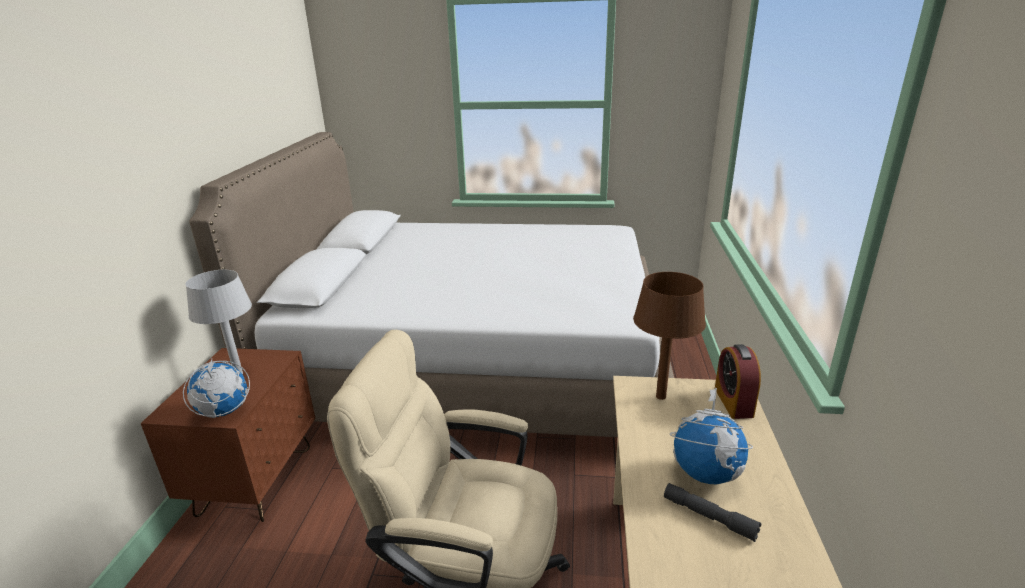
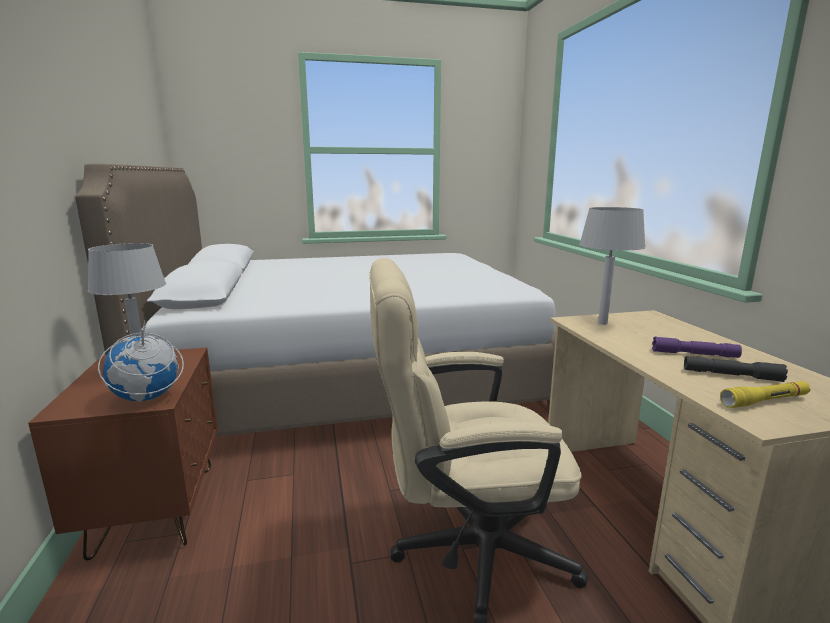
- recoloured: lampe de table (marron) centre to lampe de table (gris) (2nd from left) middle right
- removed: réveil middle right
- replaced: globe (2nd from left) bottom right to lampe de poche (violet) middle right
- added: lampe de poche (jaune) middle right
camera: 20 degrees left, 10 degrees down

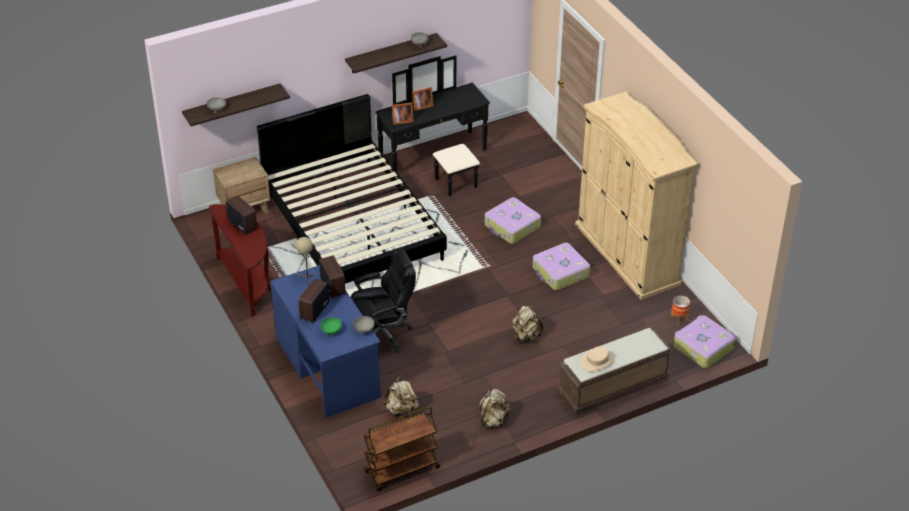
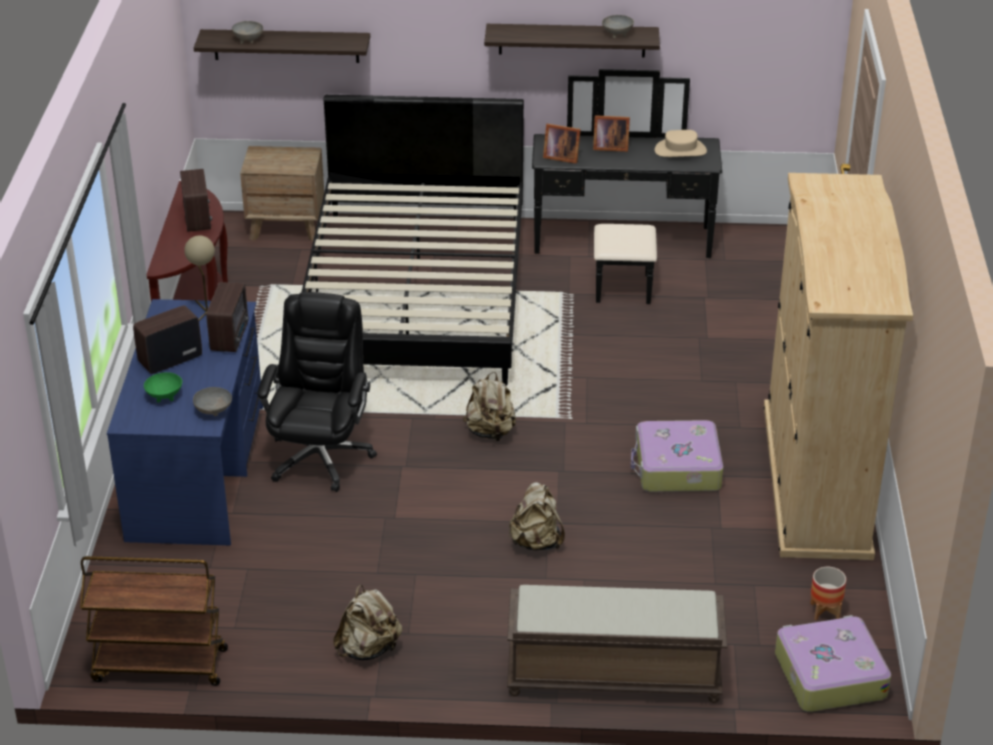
- removed: valise (1st from left) centre
- turned: chaise de bureau (noir) centre = middle left 90 degrees counterclockwise
- moved: chapeau (beige) bottom centre to top right
- moved: sac à dos (beige) (1st from left in the first image) bottom centre to sac à dos (beige) (2nd from left) centre
camera: 30 degrees right, 5 degrees down

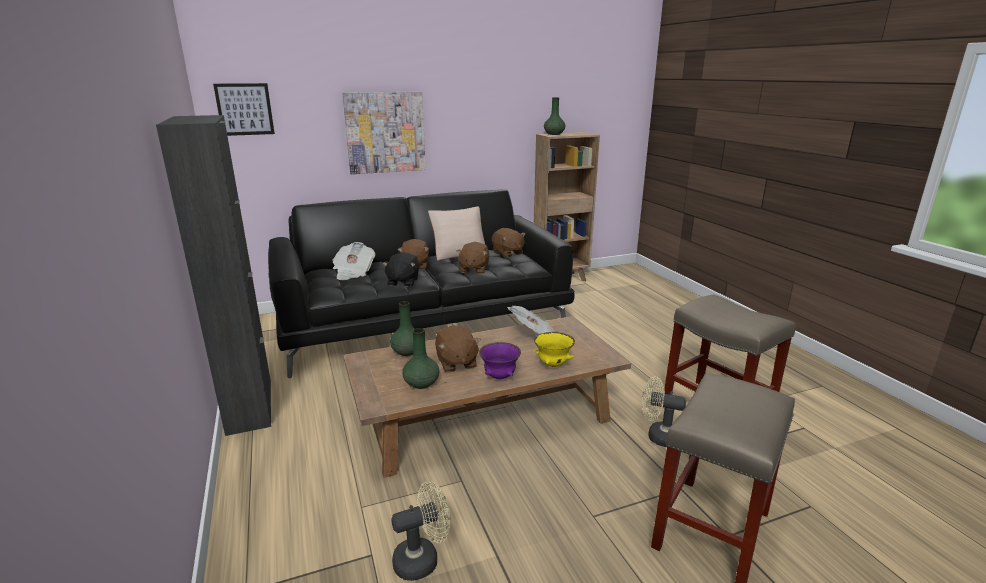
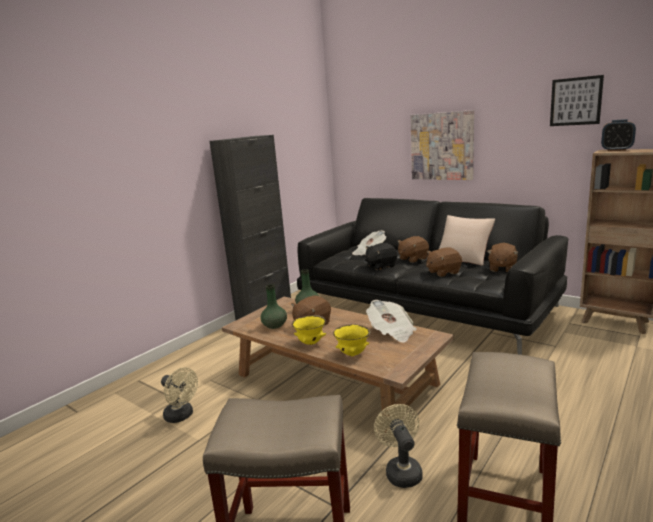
- moved: tableau (1st from left in the first image) top left to tableau (2nd from left) top right
- replaced: vase (vert) (3rd from left) top centre to réveil top right
- recoloured: bol (violet) centre to bol (jaune) (1st from left) centre
camera: 60 degrees right, 5 degrees down

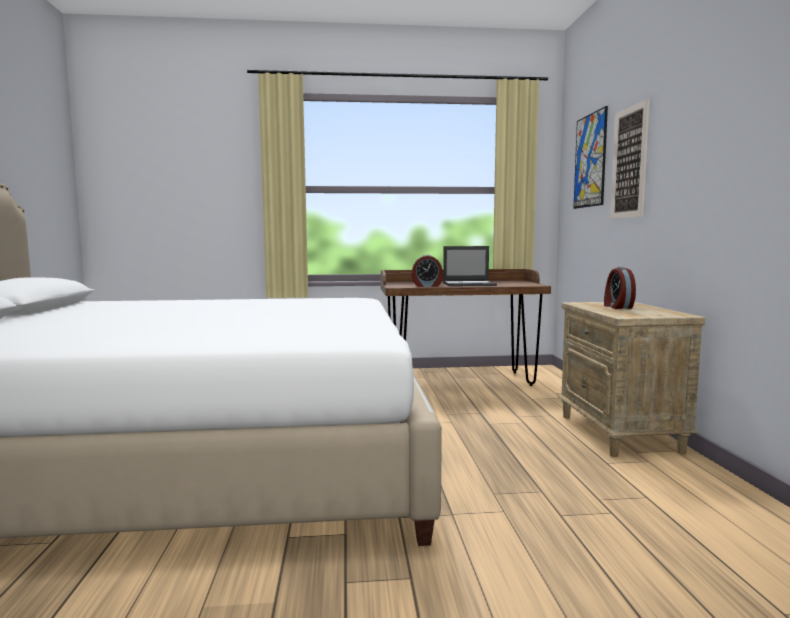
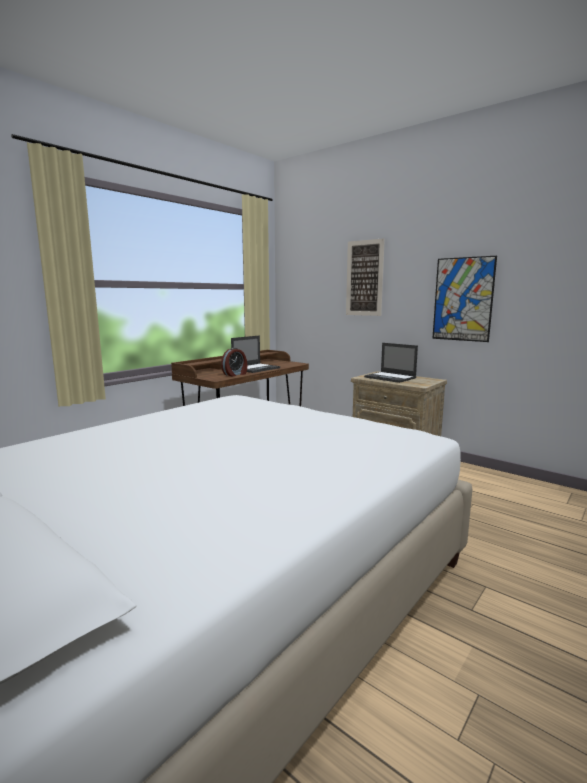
- moved: tableau (1st from left in the first image) top right to tableau (2nd from left) middle right
- replaced: réveil (2nd from left) middle right to ordinateur portable (2nd from left) centre
camera: 45 degrees left, 5 degrees up

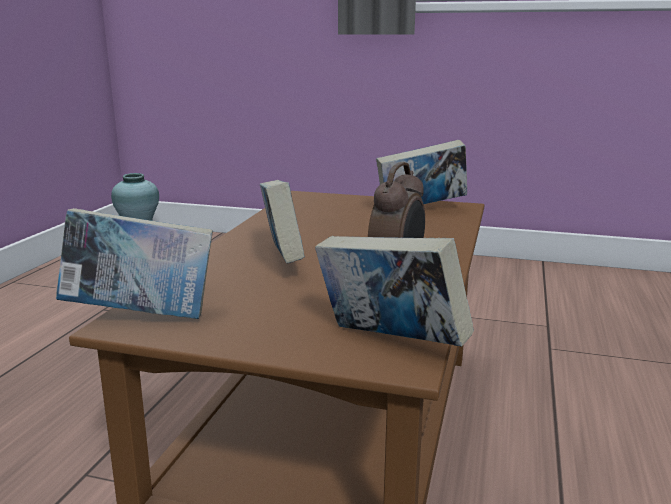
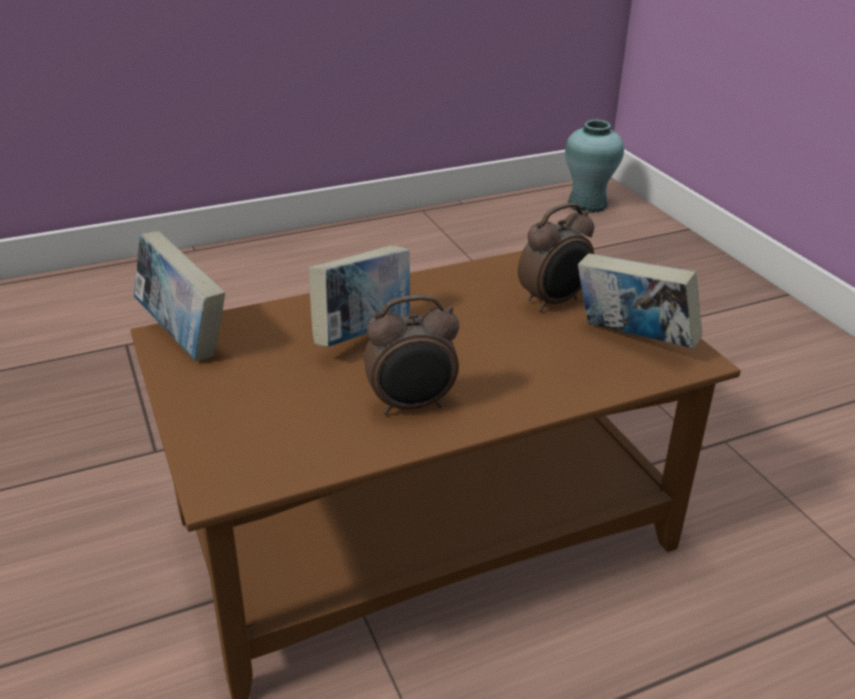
- removed: livre (3rd from left) centre
- added: réveil (2nd from left) centre
camera: 50 degrees right, 15 degrees up

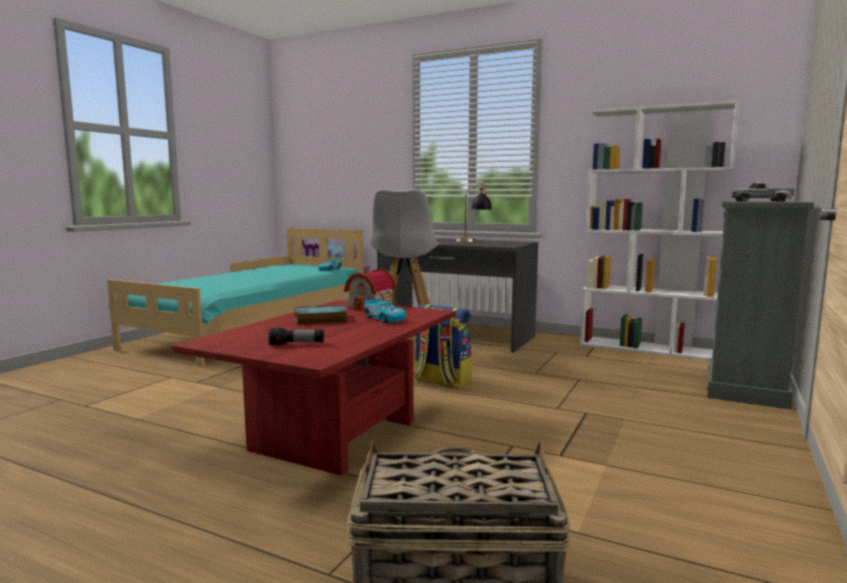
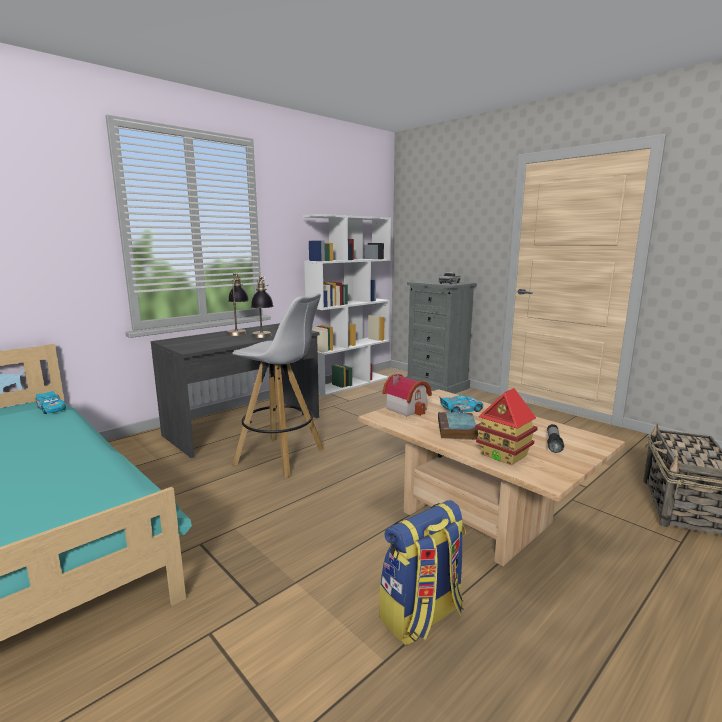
- recoloured: table basse (rouge) centre to table basse (beige) middle right
- moved: sac à dos centre to bottom centre
- added: lampe de table (2nd from left) centre
- added: maison miniature (2nd from left) middle right
camera: 70 degrees left, 5 degrees up

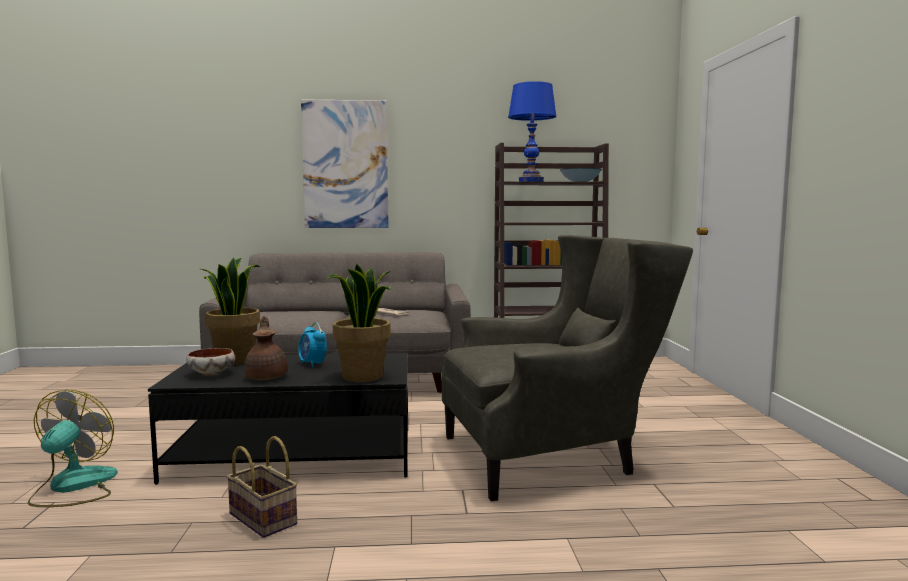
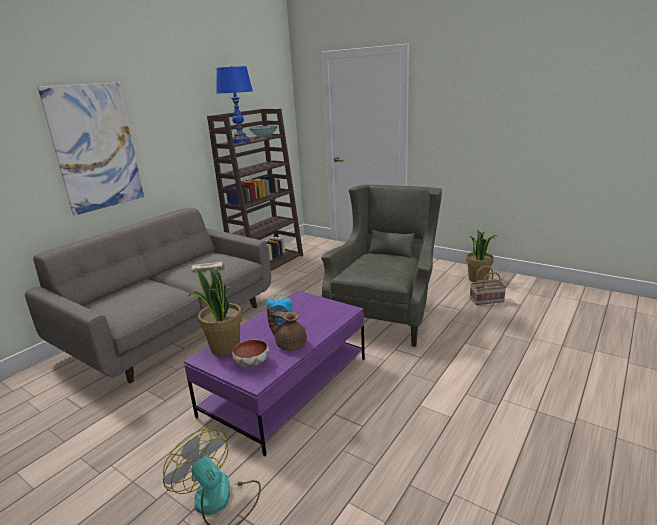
- moved: plante en pot (2nd from left) centre to middle right
- recoloured: table basse (noir) bottom left to table basse (violet) bottom centre
- moved: panier bottom left to middle right
camera: 50 degrees left, 15 degrees up

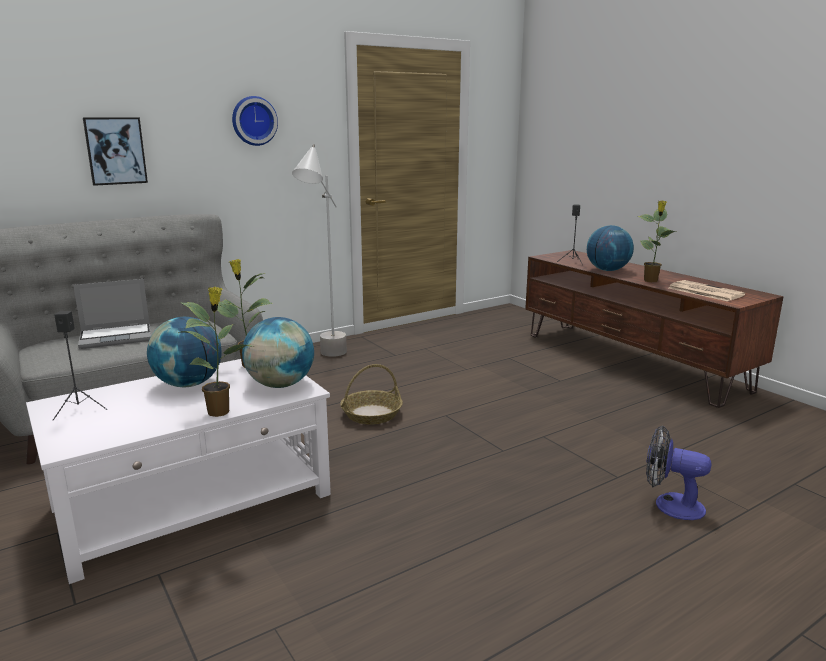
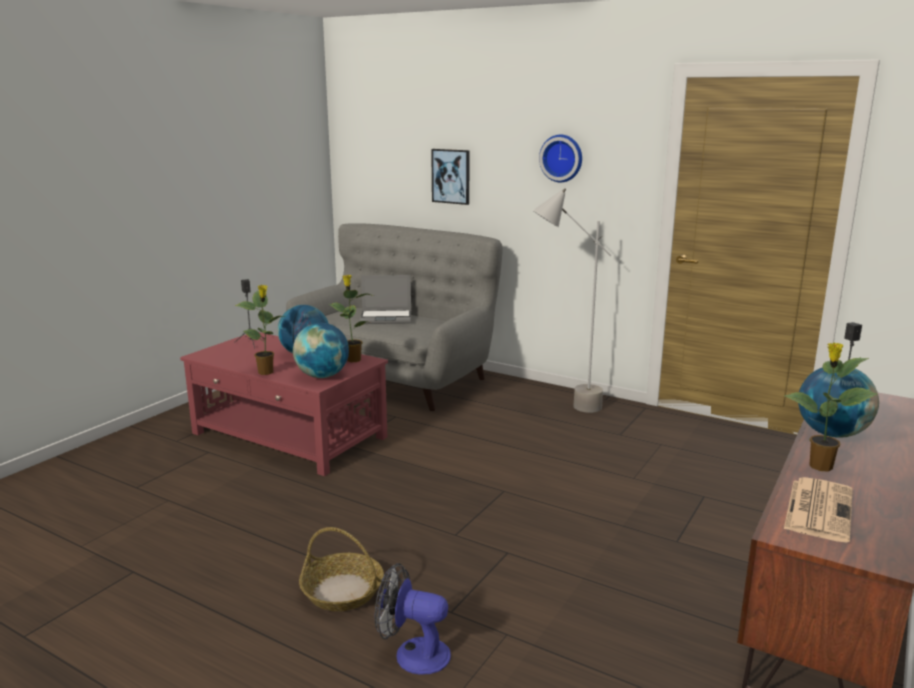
- turned: ordinateur portable middle left = centre 45 degrees counterclockwise
- recoloured: table basse (blanc) bottom left to table basse (rouge) middle left
- moved: panier centre to bottom centre
- turned: ventilateur bottom right = bottom centre 75 degrees counterclockwise
camera: 65 degrees right, 0 degrees up

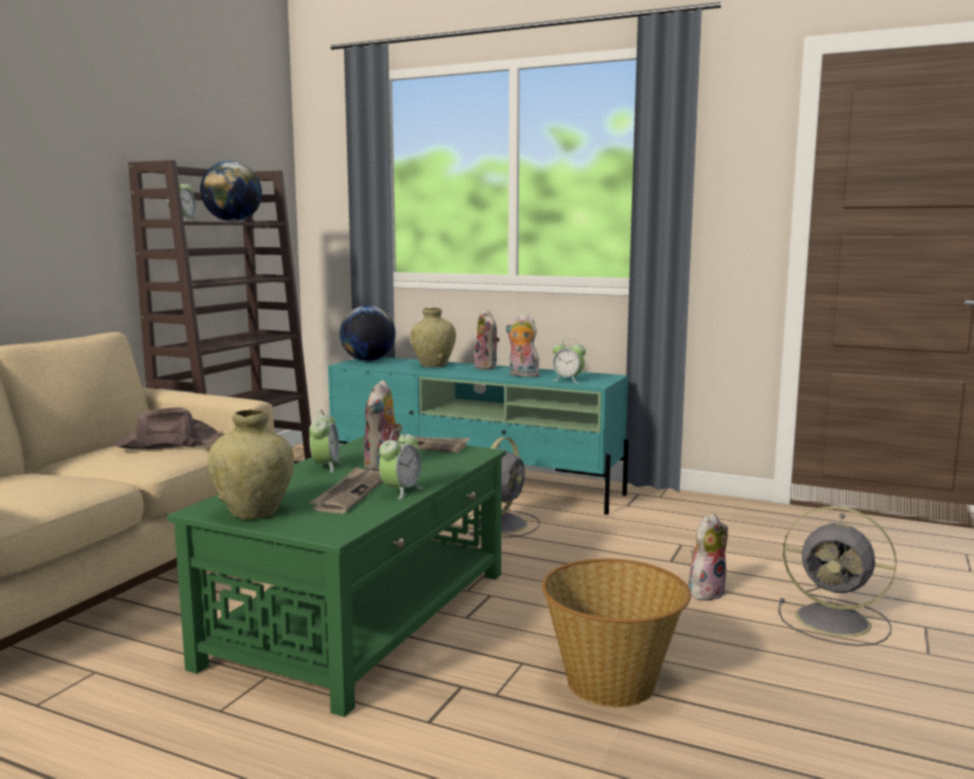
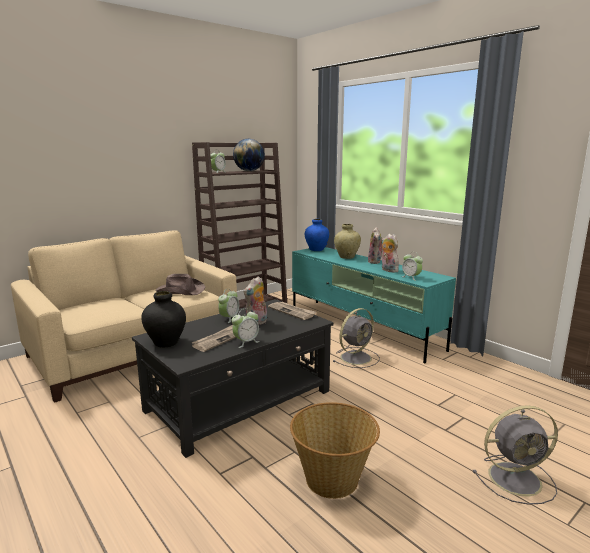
- replaced: globe (2nd from left) centre to vase (bleu) centre
- recoloured: vase (beige) (1st from left) middle left to vase (noir) middle left
- recoloured: table basse (vert) bottom centre to table basse (noir) bottom centre
- turned: ventilateur (gris) (2nd from left) bottom right = bottom right 60 degrees counterclockwise
- removed: peluche (4th from left) bottom right
camera: 25 degrees right, 5 degrees up

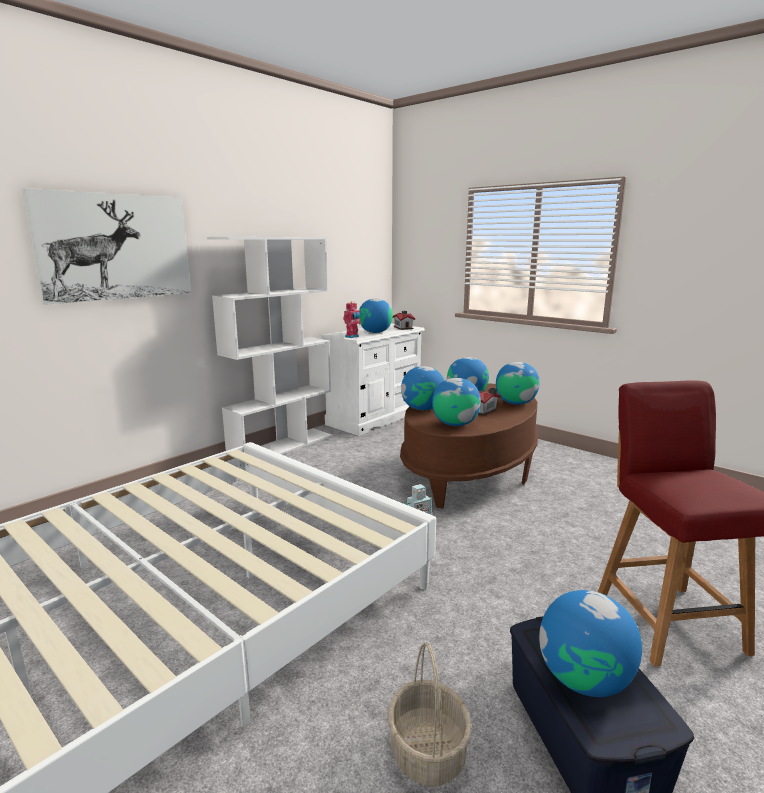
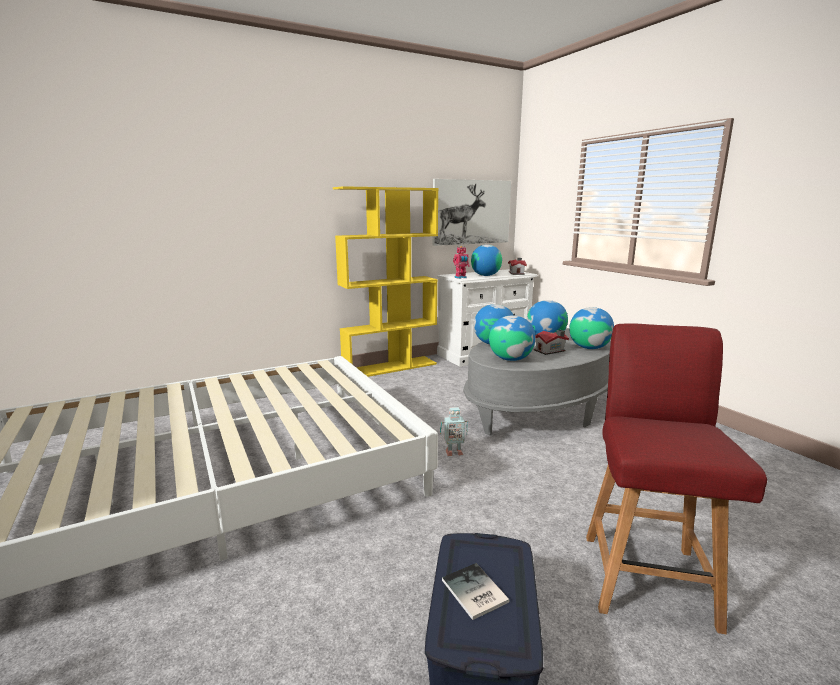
- moved: tableau top left to top centre
- recoloured: bibliothèque (blanc) centre to bibliothèque (jaune) centre
- recoloured: table basse (marron) centre to table basse (gris) centre
- replaced: globe (6th from left) bottom right to livre bottom centre
- removed: panier bottom centre
camera: 20 degrees right, 0 degrees up

